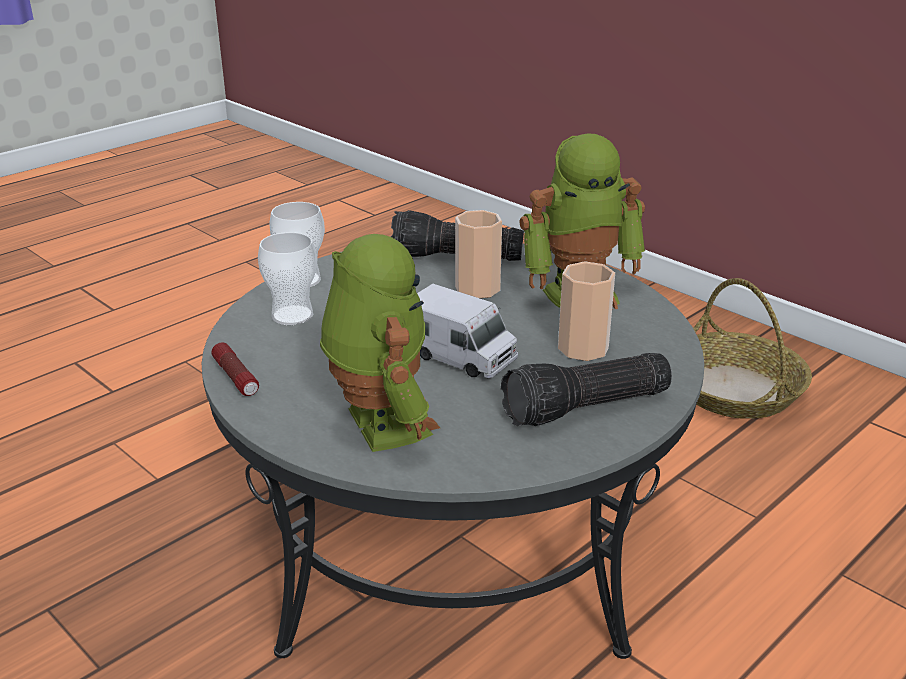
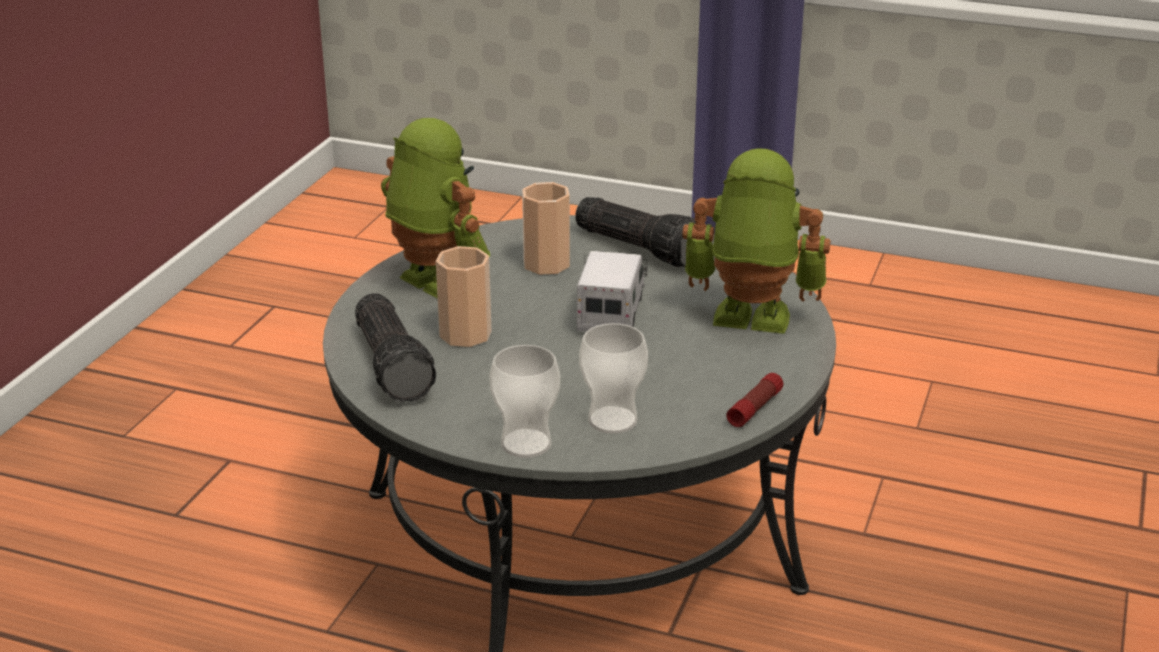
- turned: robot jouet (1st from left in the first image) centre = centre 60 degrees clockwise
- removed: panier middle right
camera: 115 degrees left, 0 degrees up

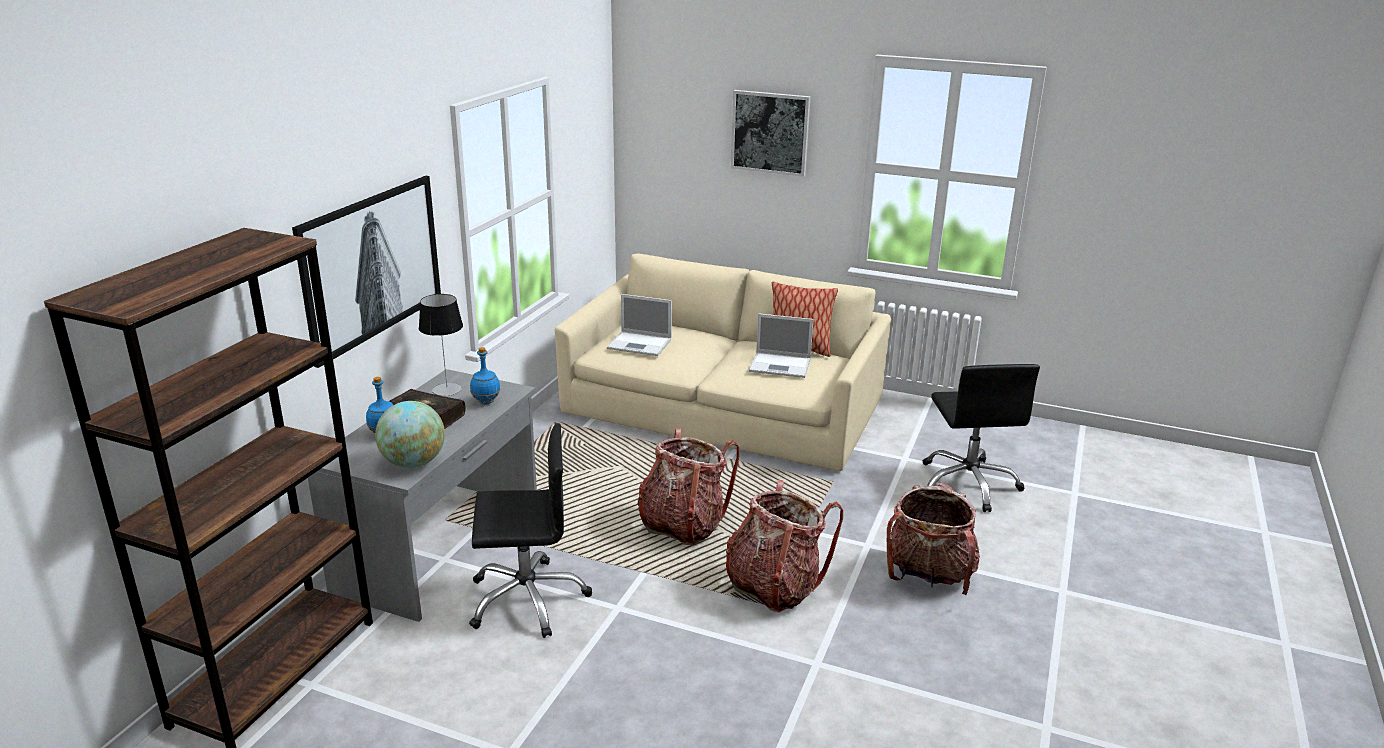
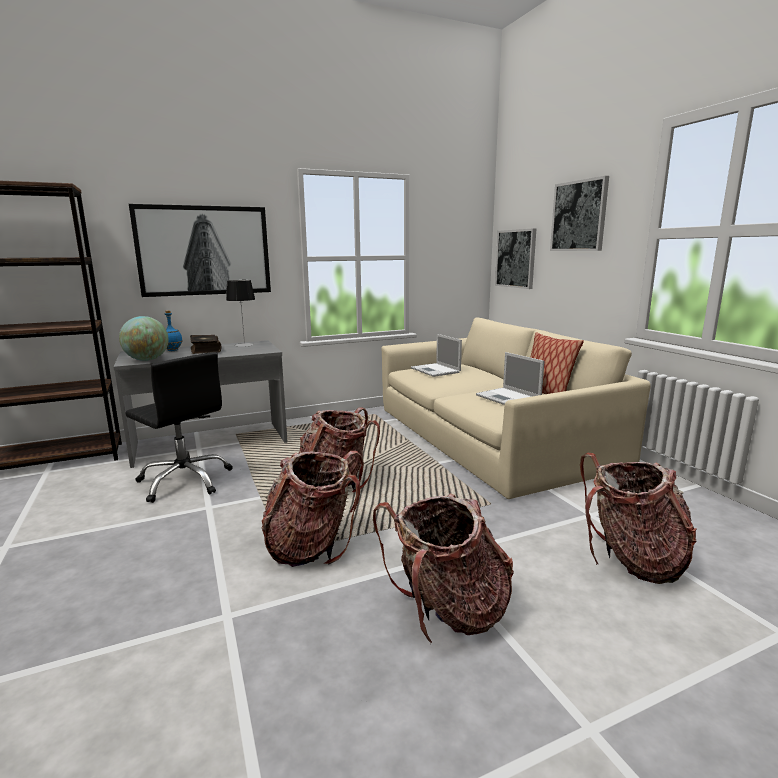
- removed: bouteille (bleu) (2nd from left) centre
- replaced: chaise de bureau (noir) (2nd from left) middle right to sac à dos (4th from left) middle right
- added: tableau (2nd from left) top centre
camera: 45 degrees right, 10 degrees down

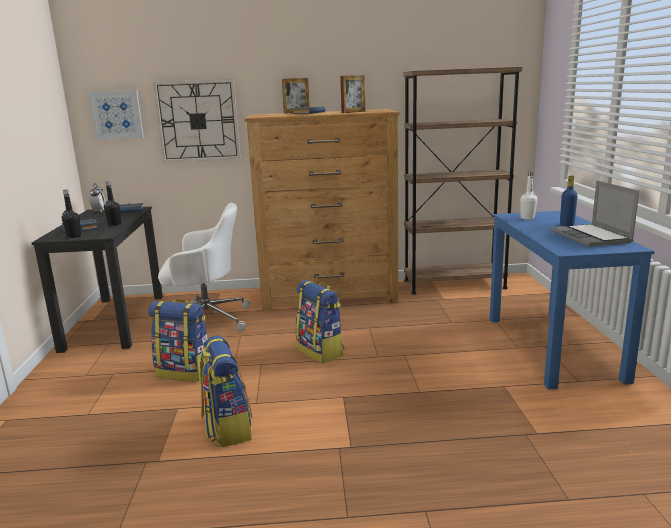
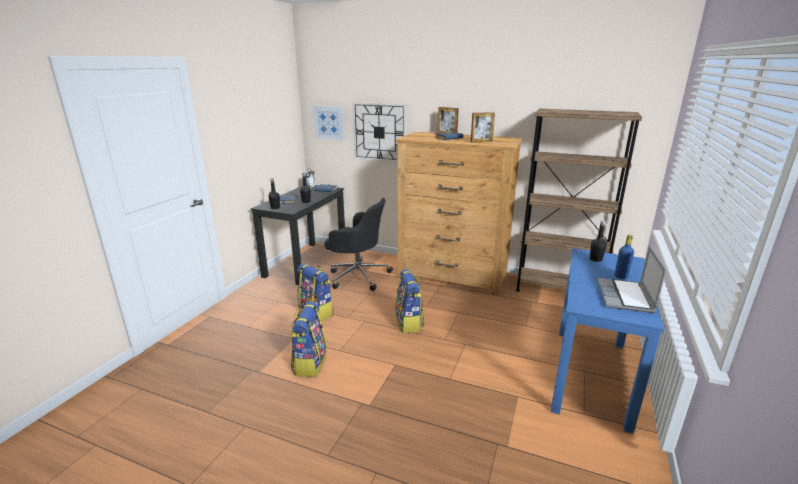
- recoloured: bouteille (blanc) middle right to bouteille (noir) (3rd from left) middle right
- recoloured: chaise de bureau (blanc) middle left to chaise de bureau (noir) centre
camera: 25 degrees right, 5 degrees up

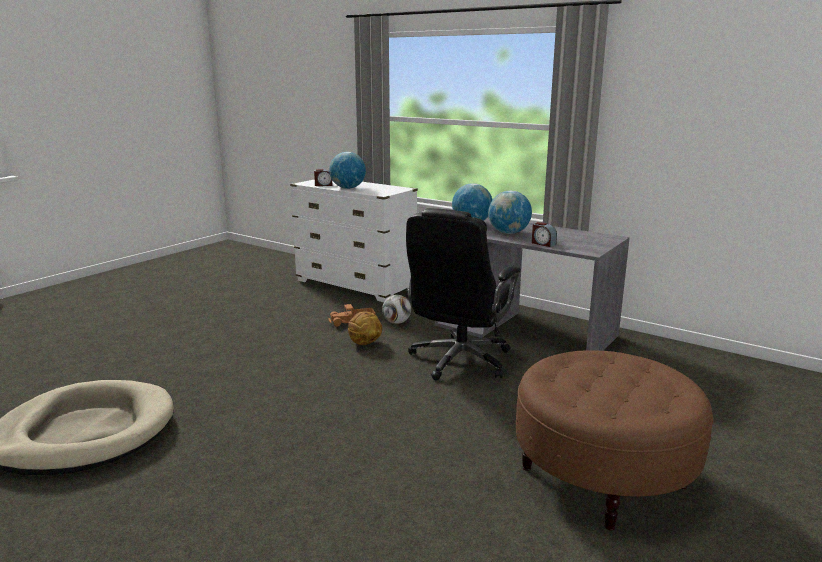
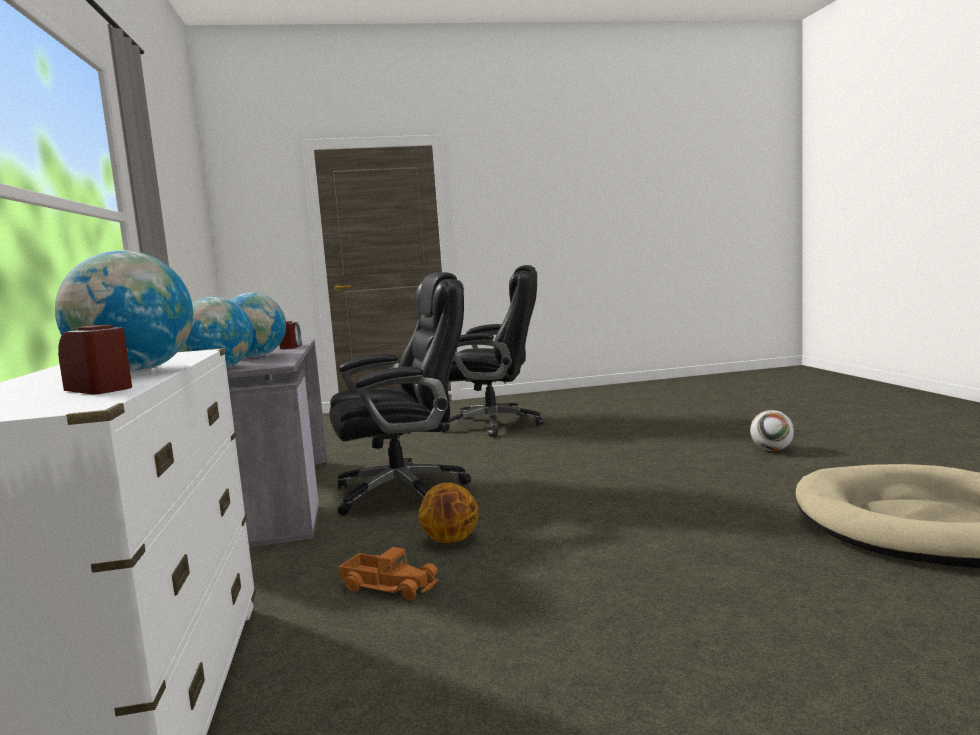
- moved: ballon de foot centre to middle right
- replaced: pouf (marron) bottom right to chaise de bureau (noir) (2nd from left) centre
camera: 135 degrees left, 10 degrees down

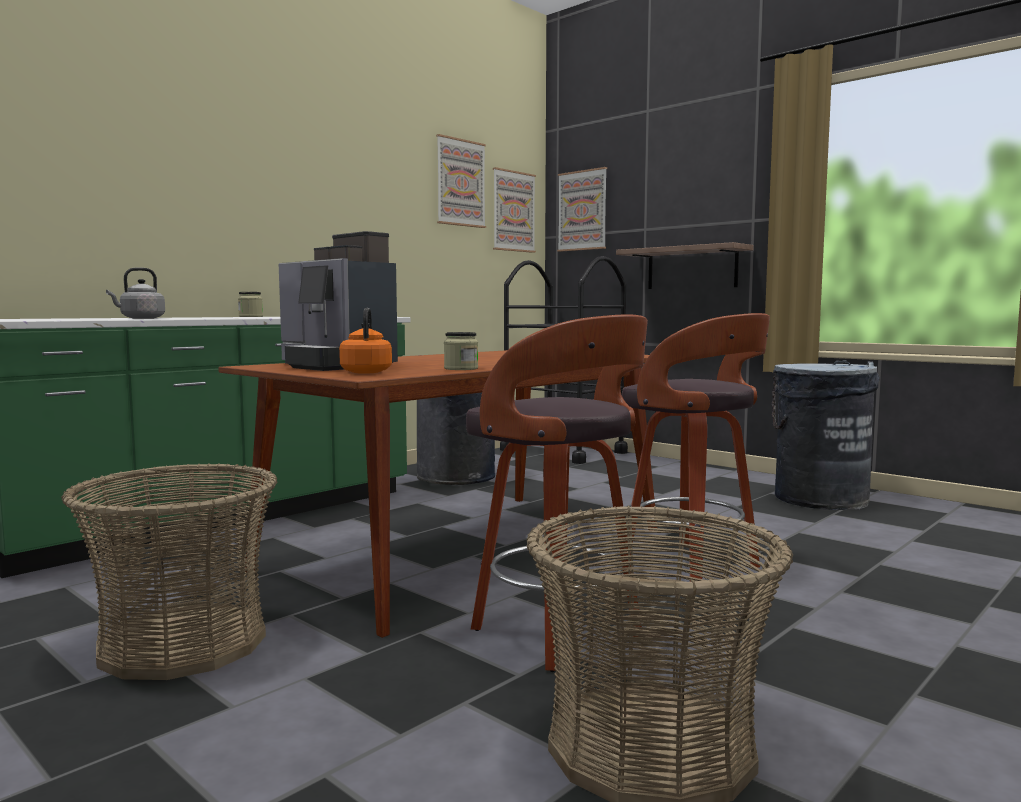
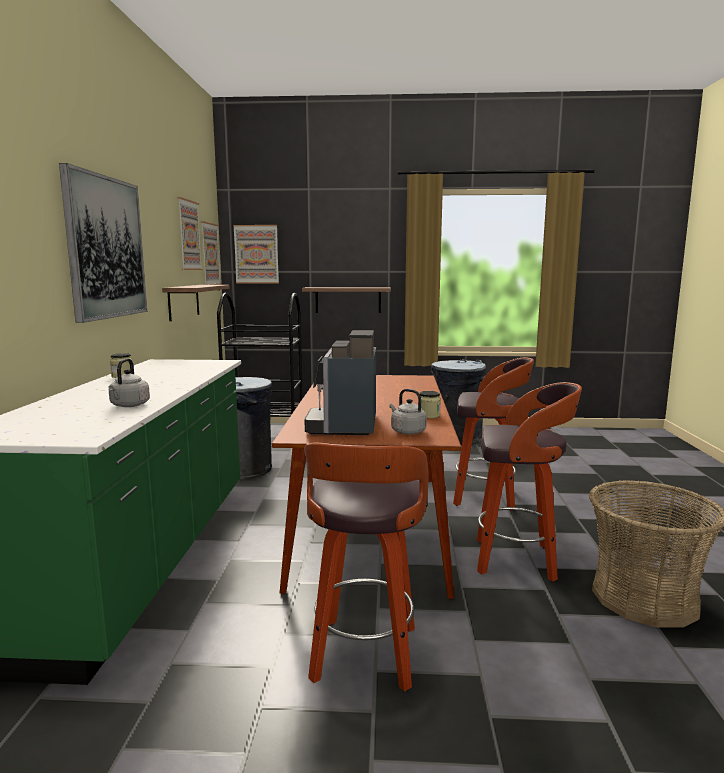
- turned: machine à café middle left = centre 90 degrees clockwise
- recoloured: bouilloire (orange) centre to bouilloire (gris) (2nd from left) centre
- replaced: panier (1st from left) bottom left to tabouret (1st from left) bottom centre
- added: tableau (1st from left) top left
- added: étagère (1st from left) middle left
camera: 40 degrees left, 5 degrees up

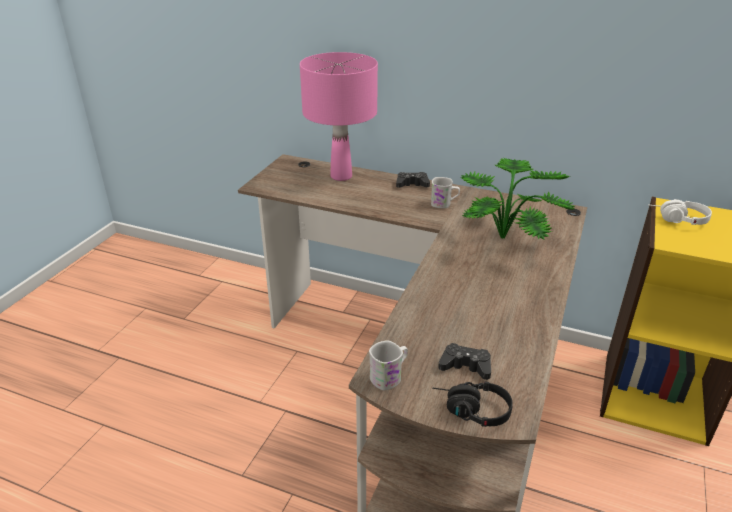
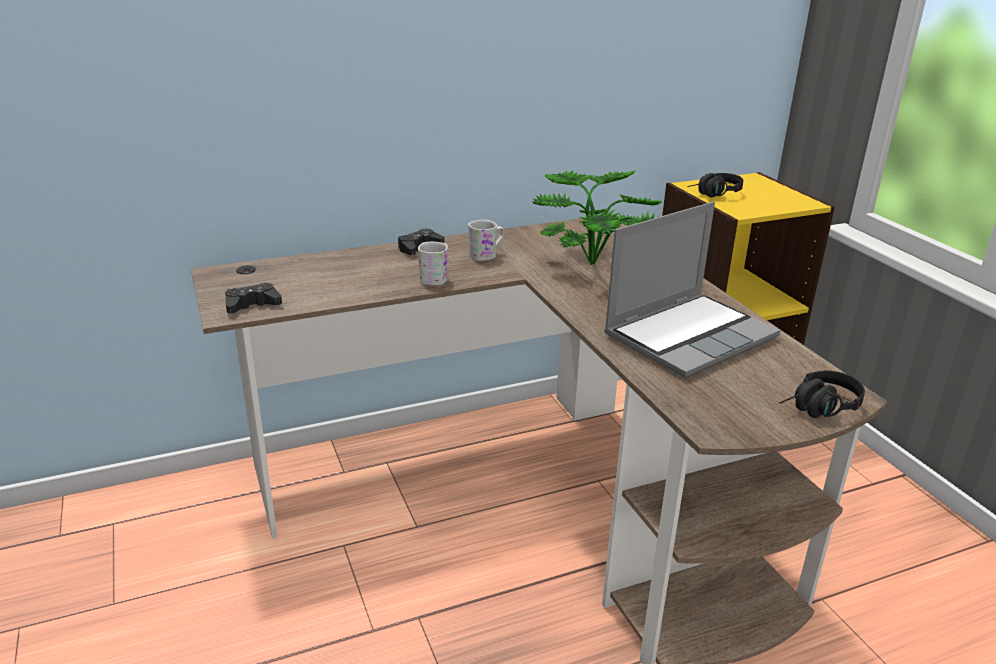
- removed: lampe de table (rose) top centre
- recoloured: casque audio (blanc) middle right to casque audio (noir) (1st from left) top right
- moved: mug (blanc) (1st from left) bottom centre to centre
- moved: manette (noir) (2nd from left in the first image) bottom centre to manette (noir) (1st from left) middle left
- added: ordinateur portable middle right
camera: 45 degrees left, 5 degrees down

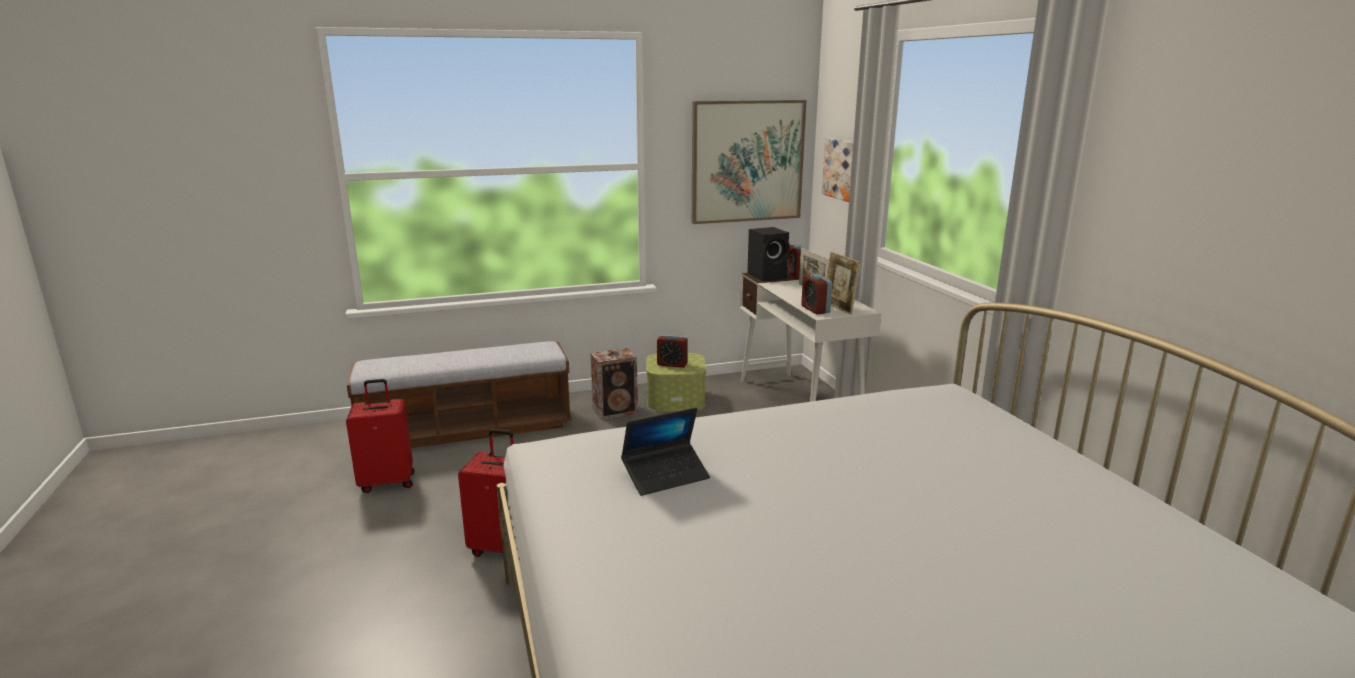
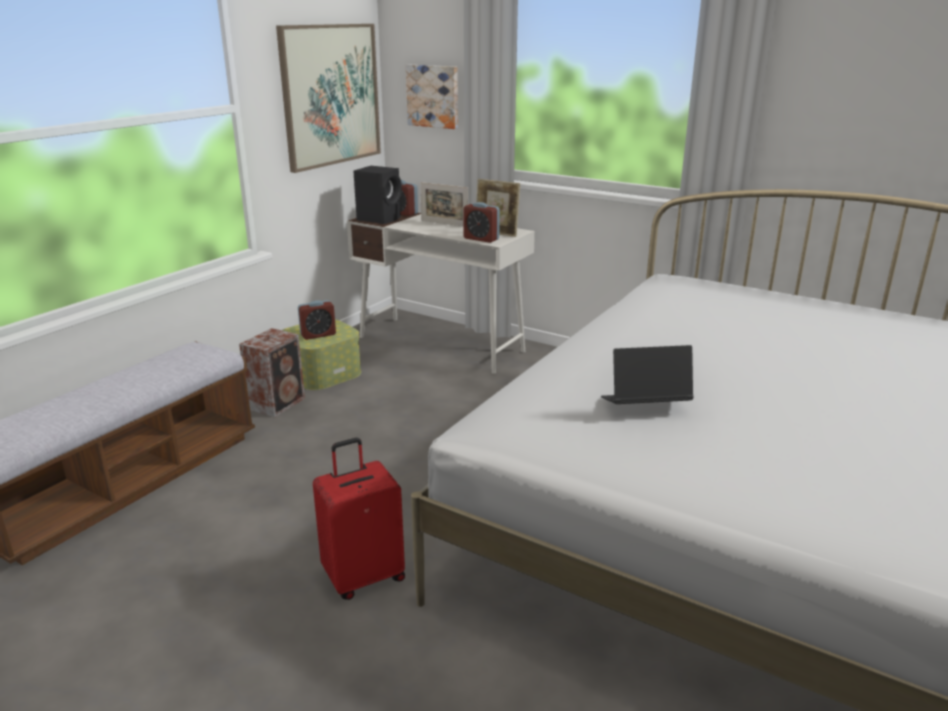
- removed: valise (rouge) (1st from left) middle left
- turned: ordinateur portable bottom centre = middle right 120 degrees counterclockwise
camera: 40 degrees left, 5 degrees up

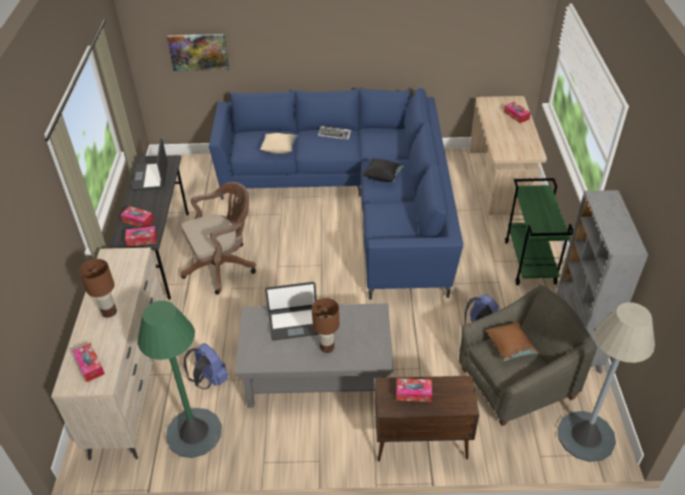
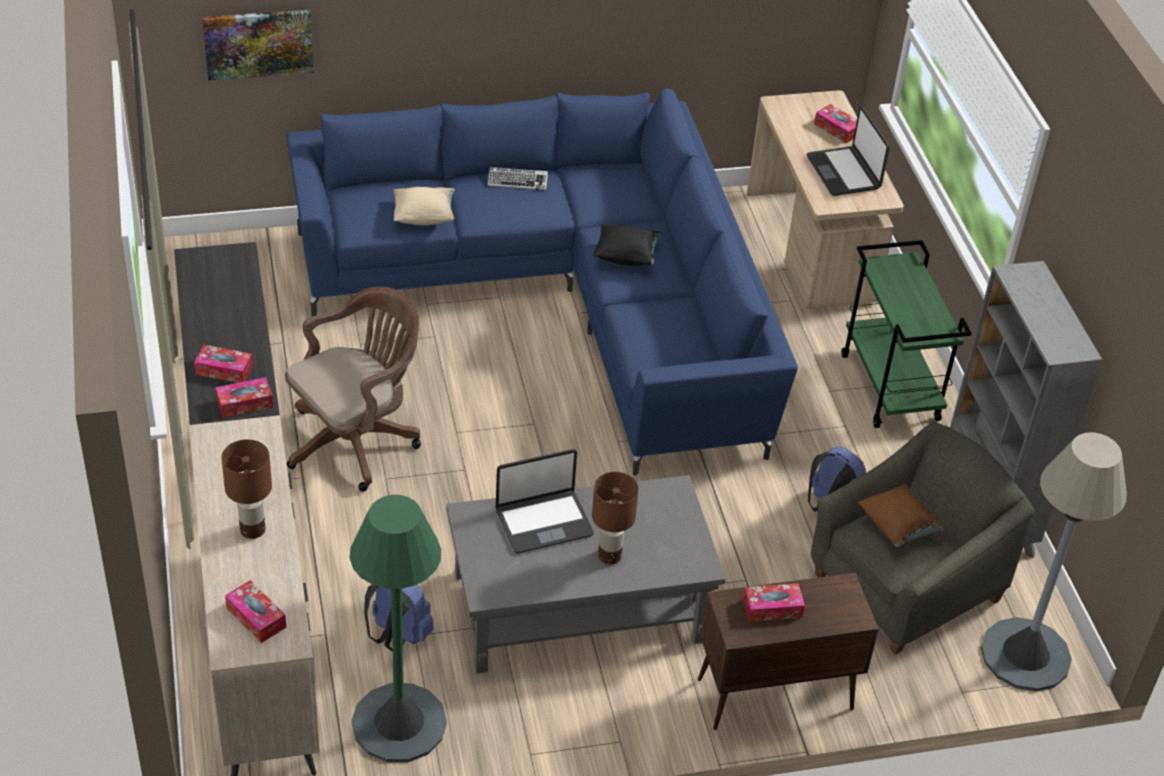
- moved: ordinateur portable (1st from left in the first image) top left to ordinateur portable (2nd from left) top right
camera: 15 degrees left, 0 degrees up

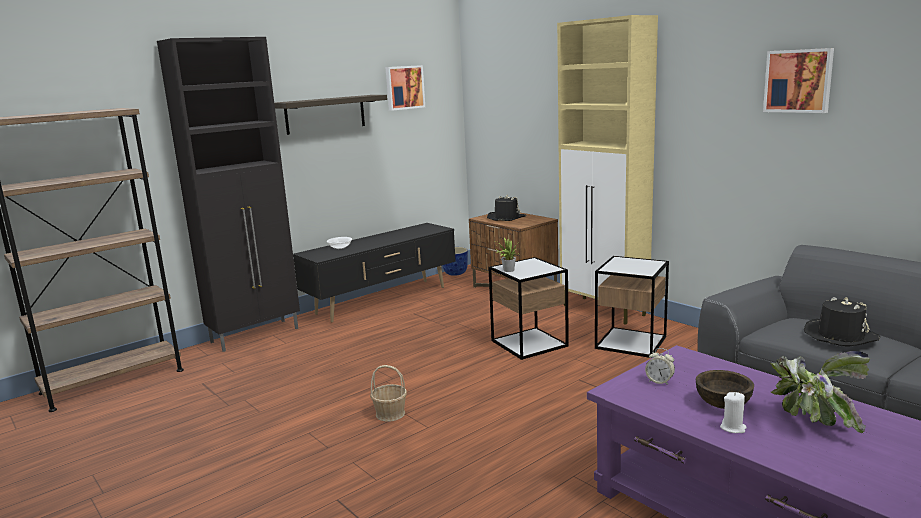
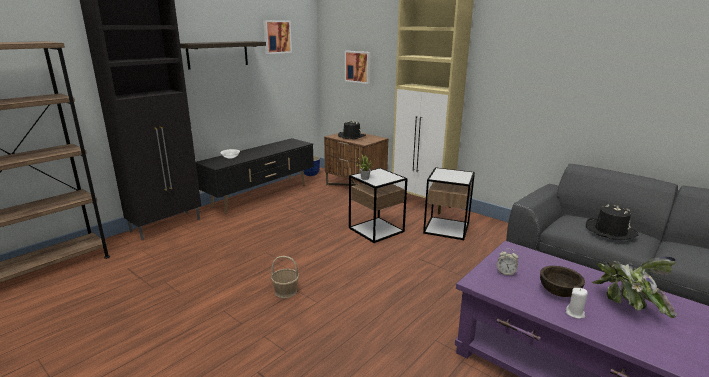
- moved: tableau (2nd from left) top right to top centre
camera: 10 degrees left, 5 degrees up

